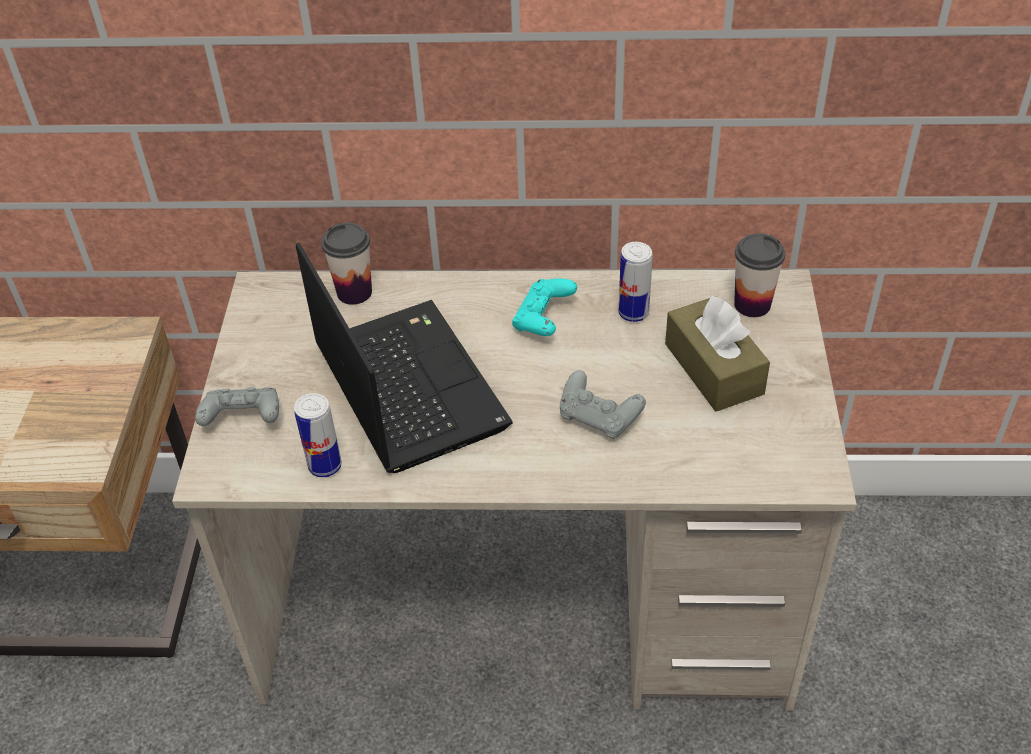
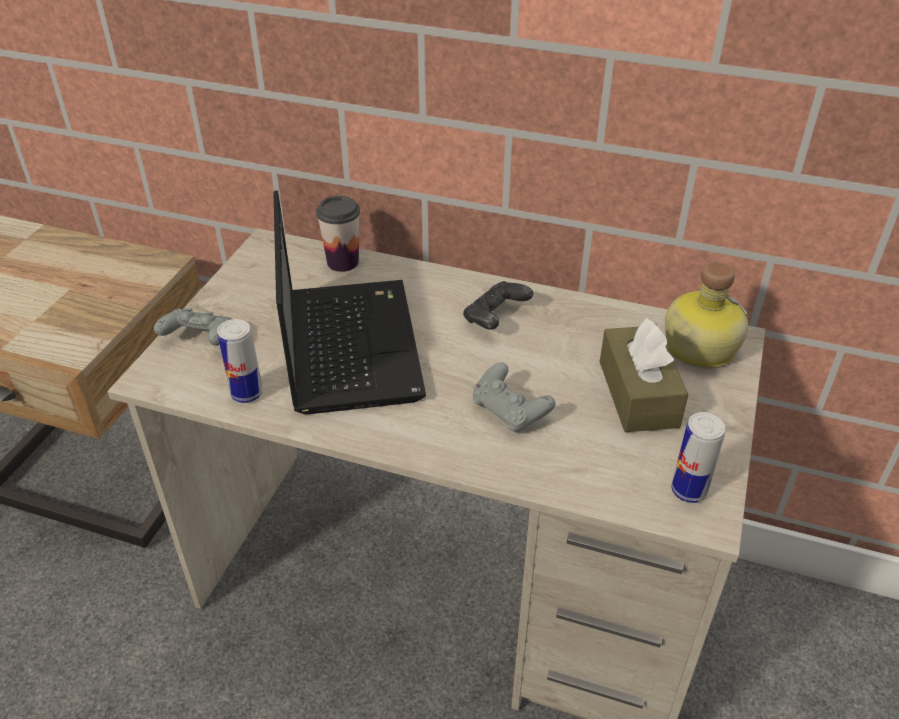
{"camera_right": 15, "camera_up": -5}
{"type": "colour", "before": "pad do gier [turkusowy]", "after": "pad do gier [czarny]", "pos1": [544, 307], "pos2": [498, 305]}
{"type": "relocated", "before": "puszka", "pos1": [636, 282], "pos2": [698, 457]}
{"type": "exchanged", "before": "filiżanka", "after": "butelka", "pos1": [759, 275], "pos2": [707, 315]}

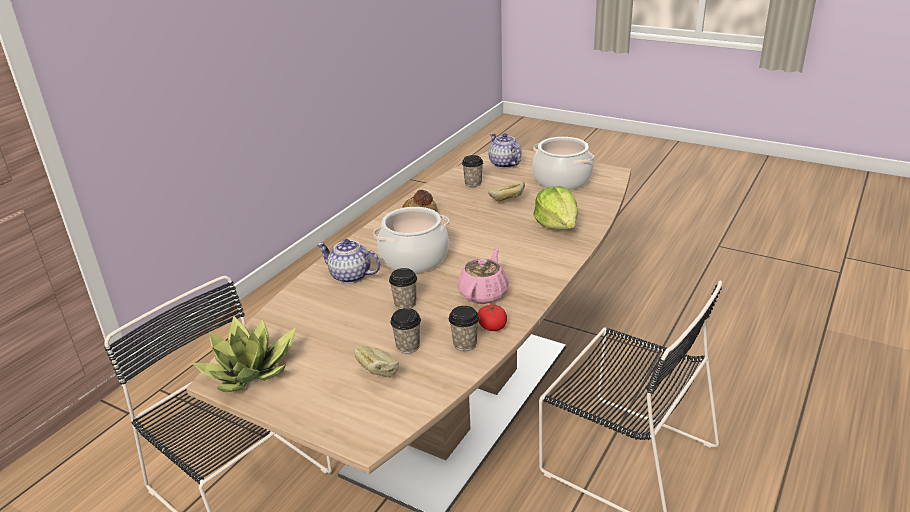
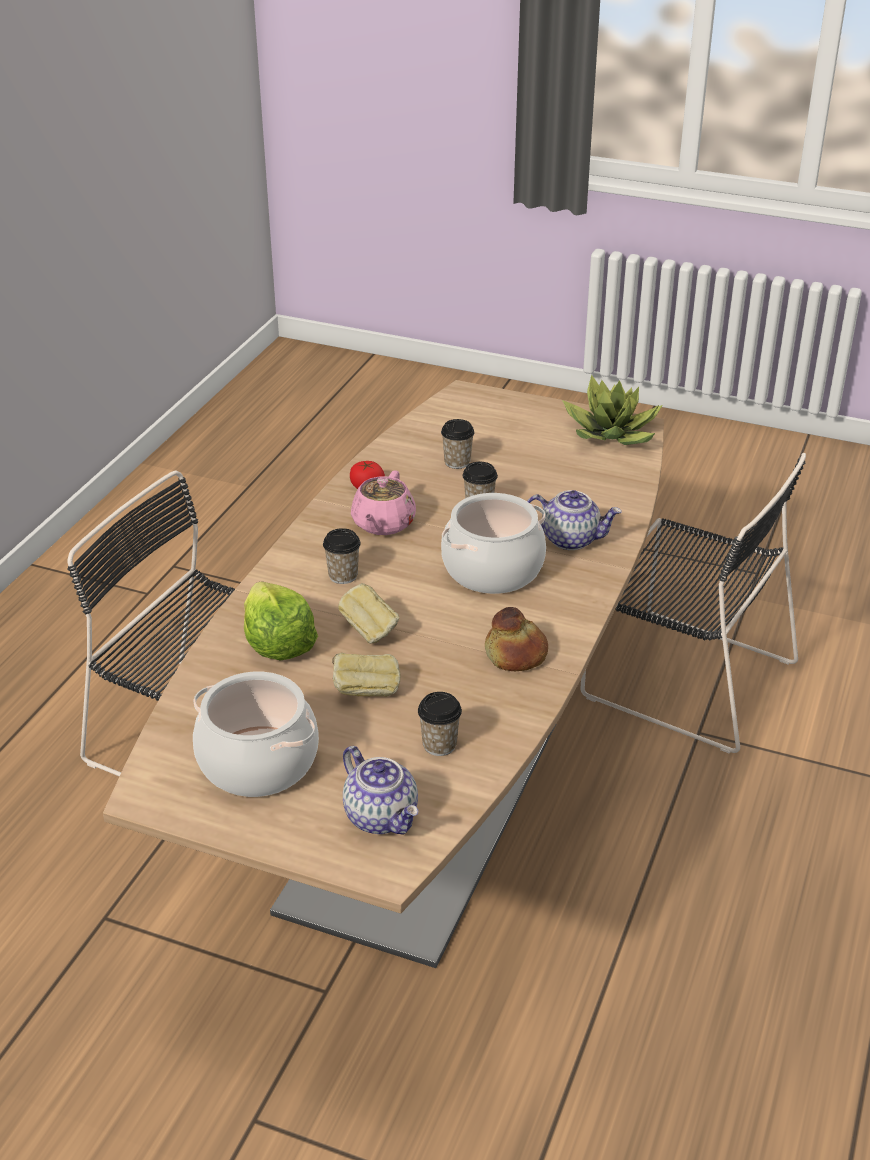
{"camera_right": 170, "camera_up": 5}
{"type": "relocated", "before": "chleb", "pos1": [376, 361], "pos2": [368, 613]}
{"type": "relocated", "before": "filiżanka", "pos1": [464, 328], "pos2": [342, 556]}

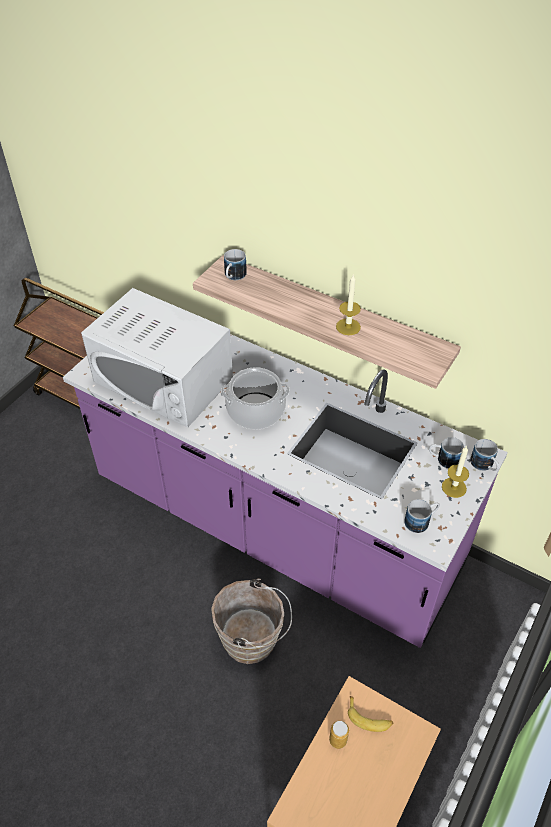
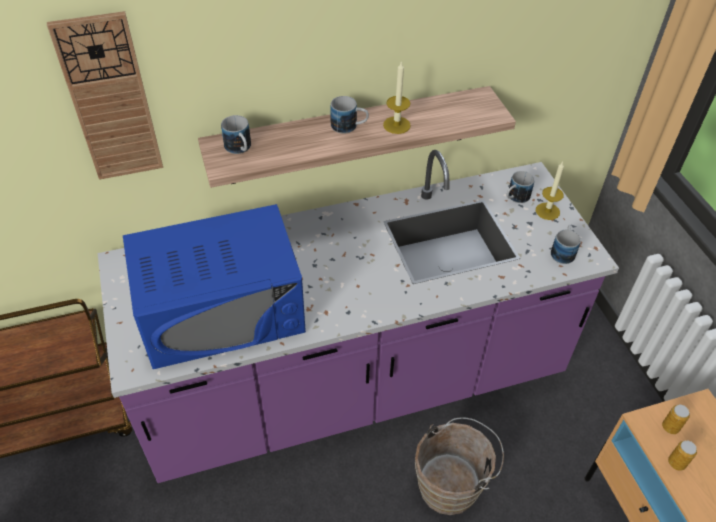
{"camera_right": -50, "camera_up": 0}
{"type": "colour", "before": "mikrofalówka [biały]", "after": "mikrofalówka [niebieski]", "pos1": [157, 357], "pos2": [214, 286]}
{"type": "missing", "before": "garnek", "pos1": [255, 398]}
{"type": "exchanged", "before": "banan", "after": "puszka", "pos1": [370, 714], "pos2": [676, 419]}
{"type": "relocated", "before": "kubek", "pos1": [484, 455], "pos2": [350, 115]}
{"type": "appeared", "after": "zegar ścienny", "pos2": [105, 95]}

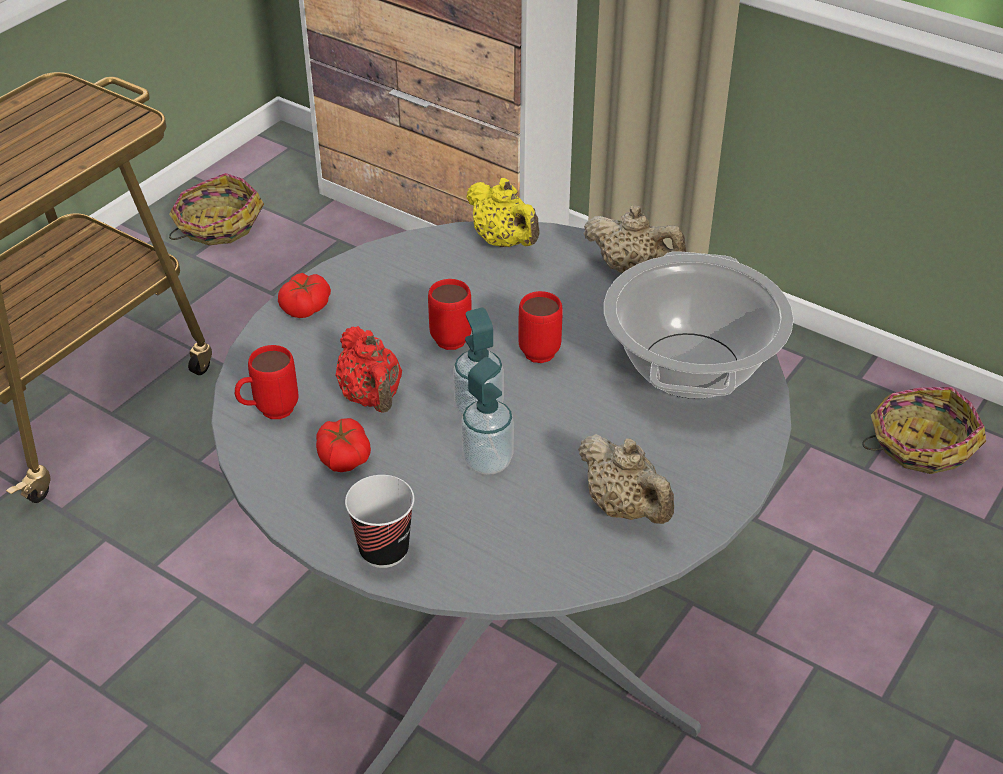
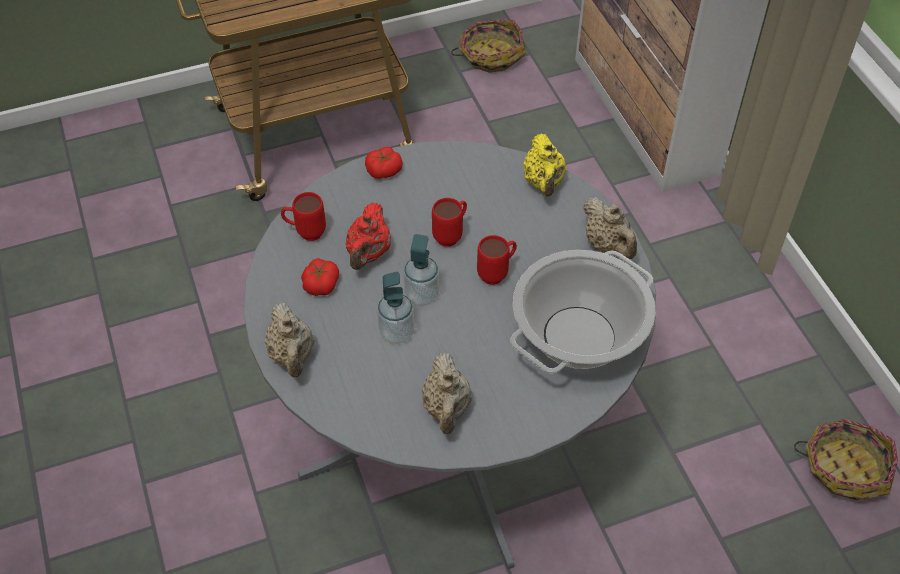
{"camera_right": 35, "camera_up": 10}
{"type": "exchanged", "before": "filiżanka", "after": "imbryk [beżowy]", "pos1": [379, 521], "pos2": [289, 340]}

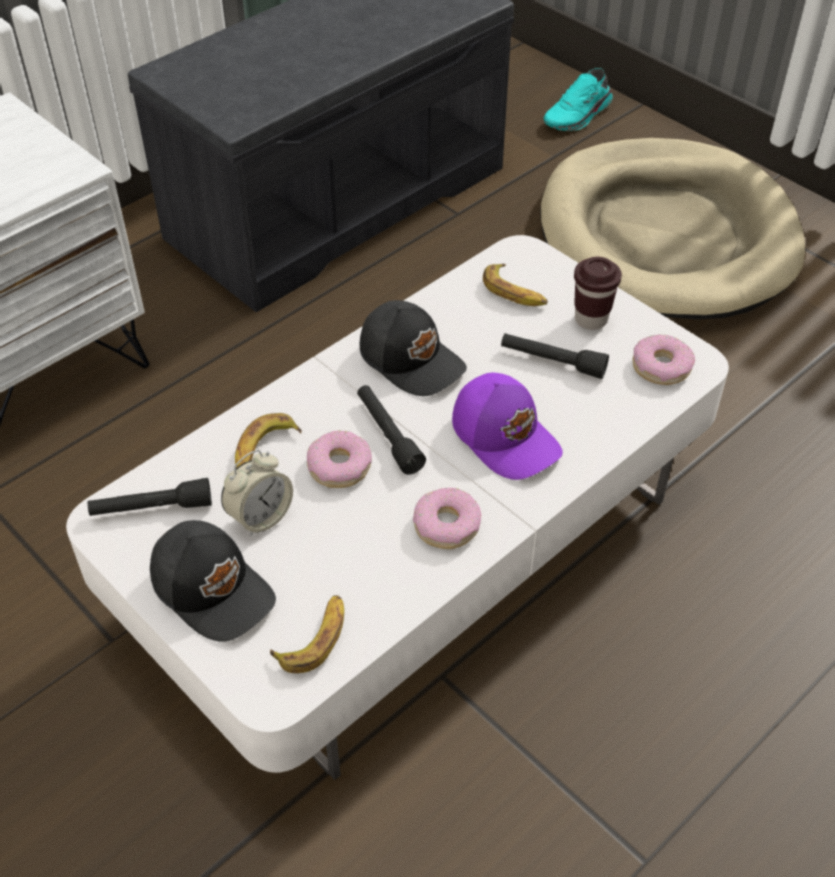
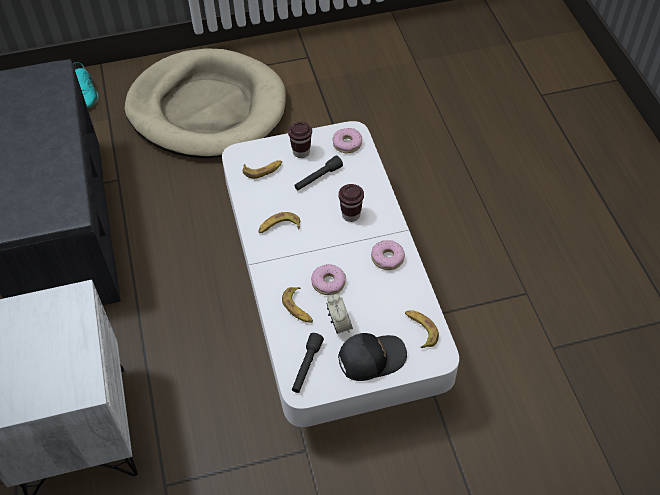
{"camera_right": -60, "camera_up": 5}
{"type": "missing", "before": "latarka [czarny]", "pos1": [391, 430]}
{"type": "exchanged", "before": "czapka z daszkiem [czarny]", "after": "banan", "pos1": [413, 348], "pos2": [279, 223]}
{"type": "exchanged", "before": "czapka z daszkiem [fioletowy]", "after": "filiżanka [brązowy]", "pos1": [507, 426], "pos2": [351, 203]}

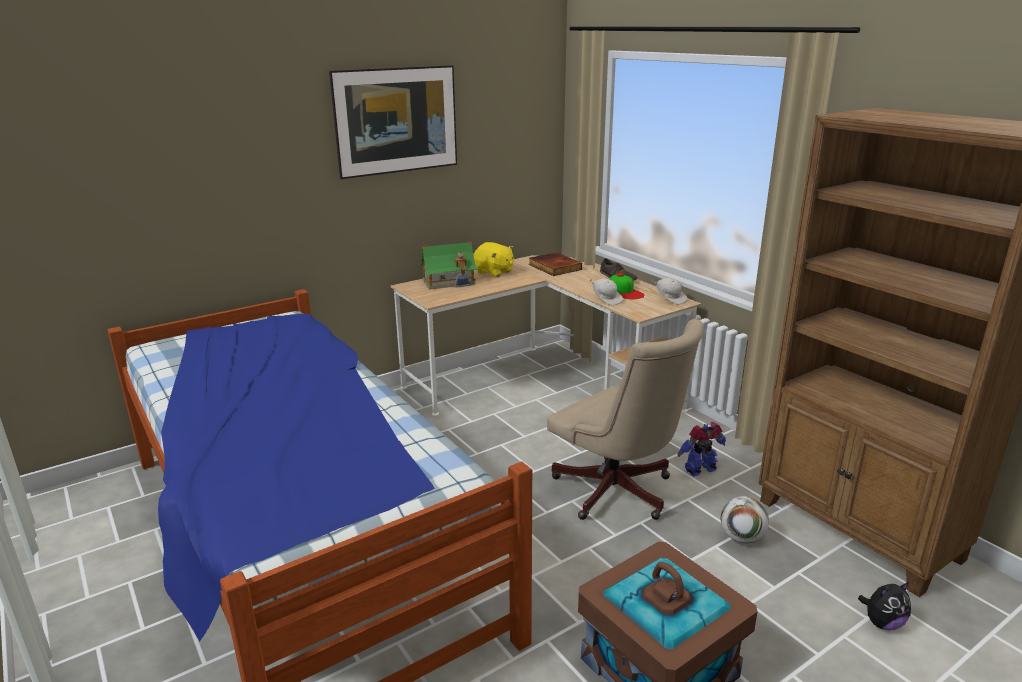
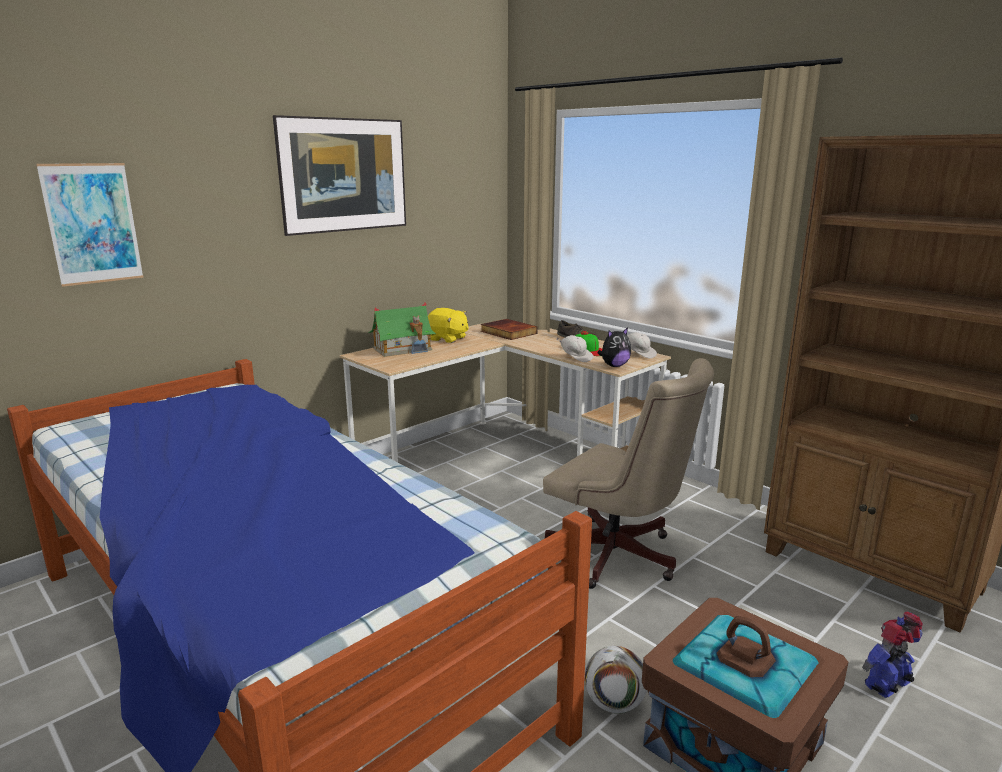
{"camera_right": -10, "camera_up": -5}
{"type": "relocated", "before": "robot zabawkowy", "pos1": [701, 449], "pos2": [892, 655]}
{"type": "relocated", "before": "piłka futbolowa", "pos1": [745, 519], "pos2": [616, 680]}
{"type": "relocated", "before": "pluszak", "pos1": [884, 606], "pos2": [614, 347]}
{"type": "appeared", "after": "obraz", "pos2": [90, 225]}

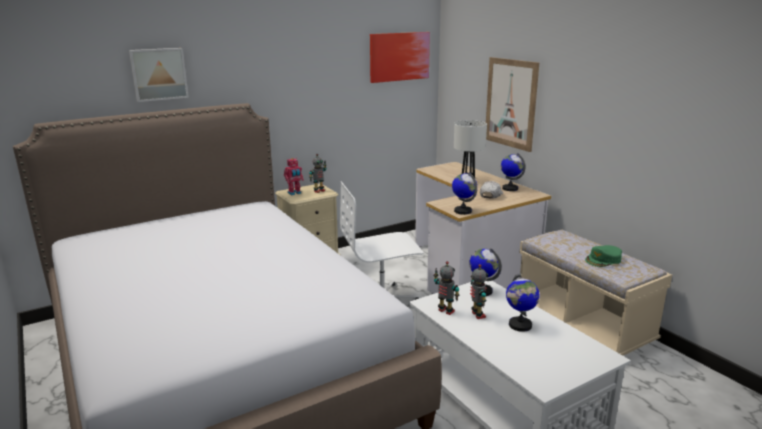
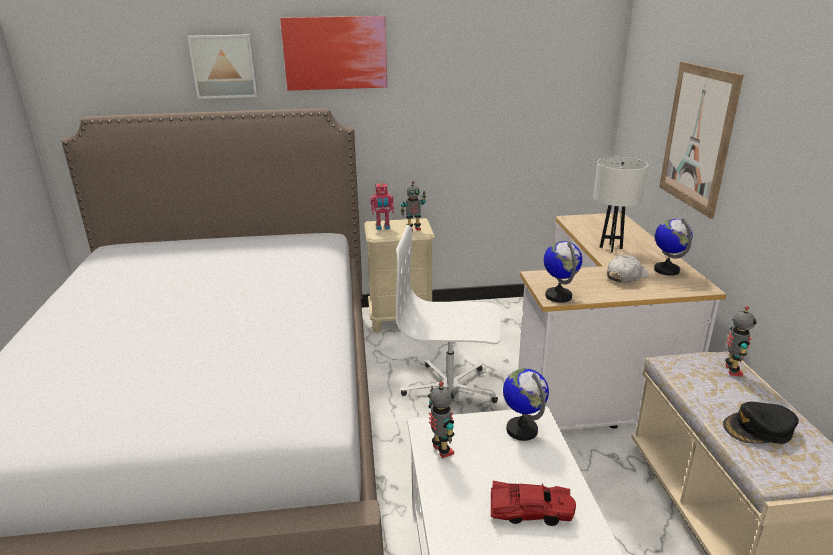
{"camera_right": 25, "camera_up": 5}
{"type": "relocated", "before": "obraz", "pos1": [400, 57], "pos2": [333, 53]}
{"type": "relocated", "before": "robot zabawkowy", "pos1": [479, 291], "pos2": [741, 341]}
{"type": "exchanged", "before": "globus", "after": "samochodzik [czerwony]", "pos1": [523, 302], "pos2": [533, 503]}
{"type": "colour", "before": "czapka z daszkiem [zielony]", "after": "czapka z daszkiem [czarny]", "pos1": [603, 256], "pos2": [761, 423]}

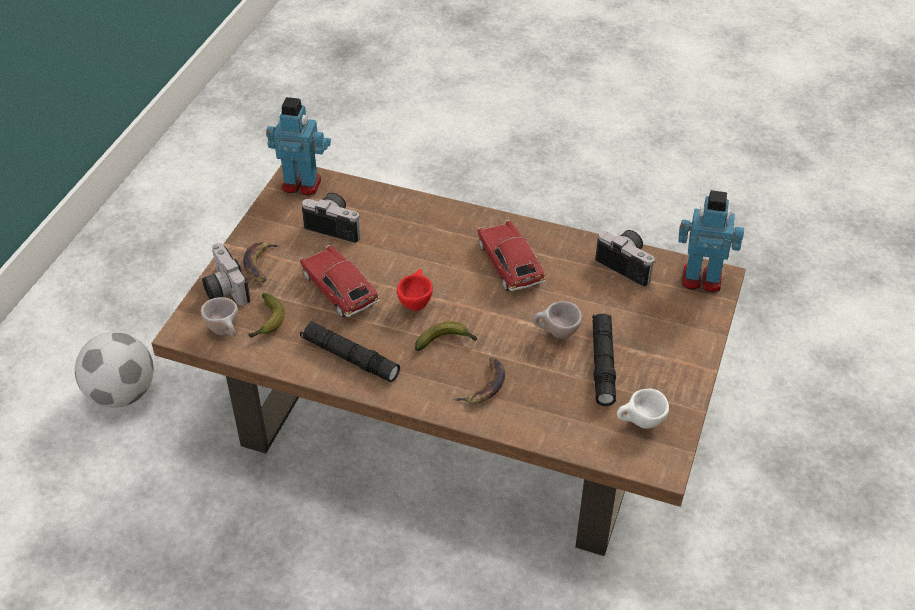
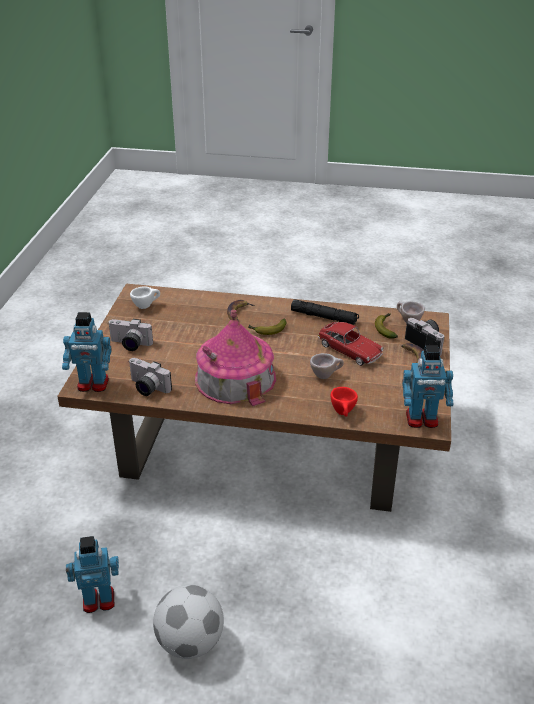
{"camera_right": 170, "camera_up": -10}
{"type": "relocated", "before": "piłka futbolowa", "pos1": [114, 370], "pos2": [188, 622]}
{"type": "relocated", "before": "aparat fotograficzny", "pos1": [331, 218], "pos2": [130, 335]}
{"type": "relocated", "before": "filiżanka [czerwony]", "pos1": [415, 290], "pos2": [344, 402]}
{"type": "exchanged", "before": "samochodzik", "after": "domek", "pos1": [511, 255], "pos2": [235, 358]}
{"type": "relocated", "before": "filiżanka [beżowy]", "pos1": [557, 320], "pos2": [327, 366]}
{"type": "missing", "before": "latarka [czarny]", "pos1": [604, 359]}
{"type": "appeared", "after": "robot zabawkowy", "pos2": [92, 574]}

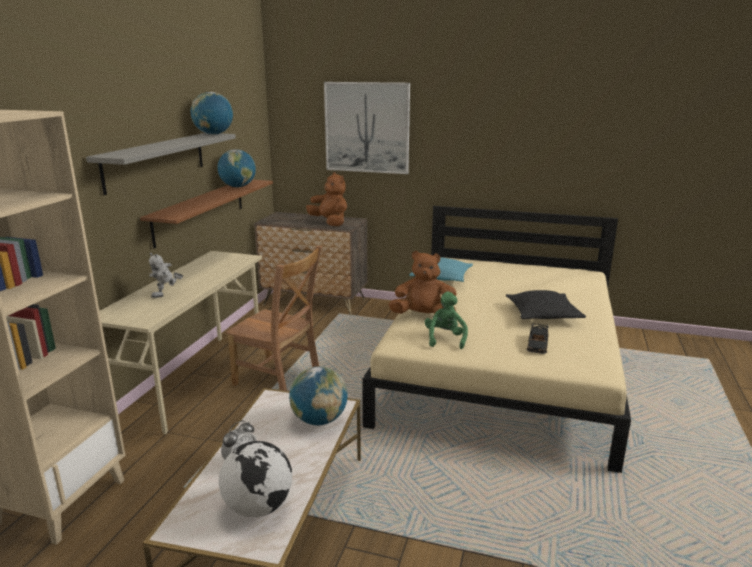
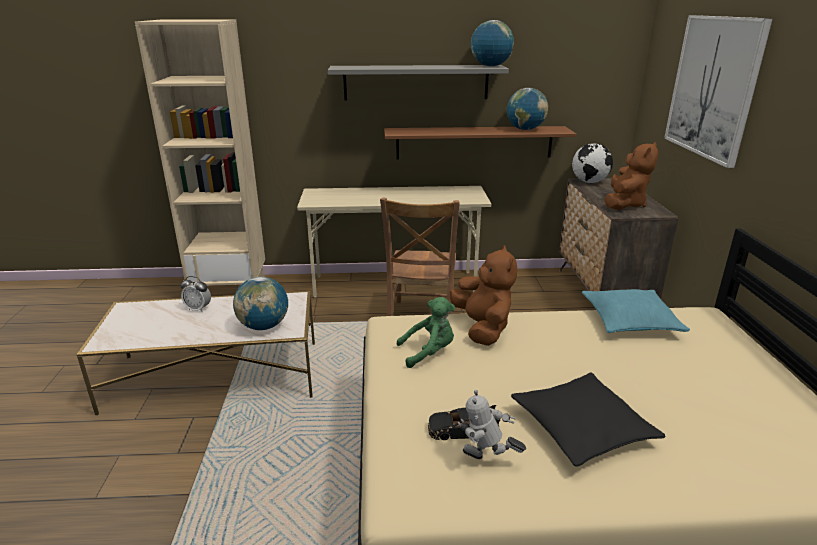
{"camera_right": 70, "camera_up": 5}
{"type": "relocated", "before": "robot zabawkowy", "pos1": [166, 275], "pos2": [491, 424]}
{"type": "relocated", "before": "globus", "pos1": [255, 479], "pos2": [592, 163]}

